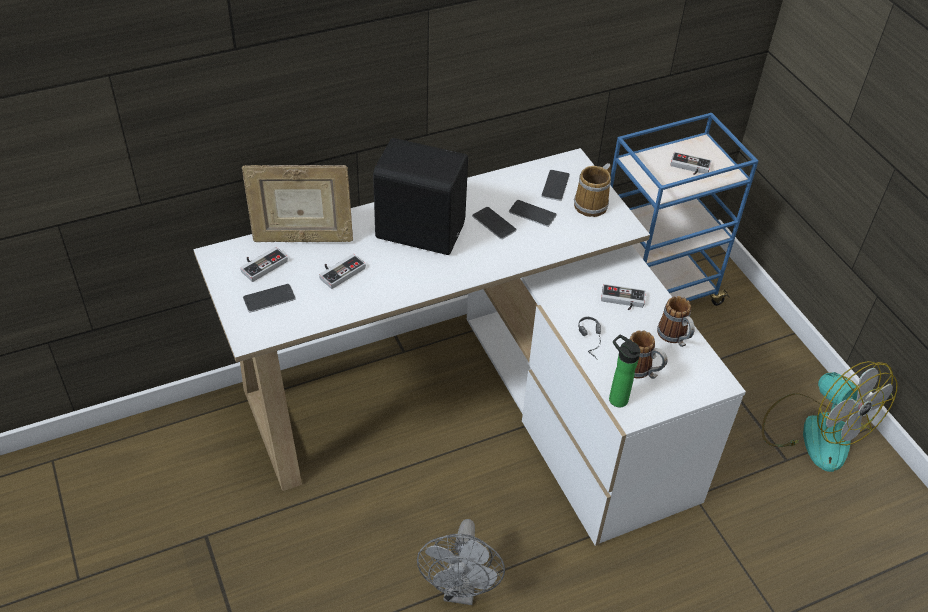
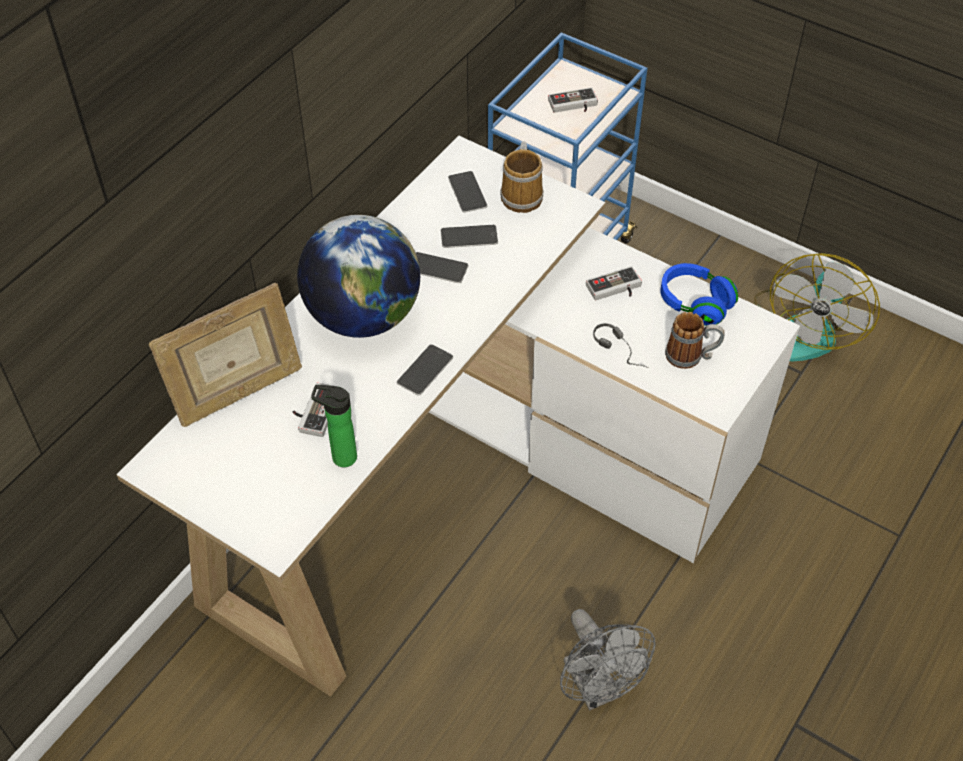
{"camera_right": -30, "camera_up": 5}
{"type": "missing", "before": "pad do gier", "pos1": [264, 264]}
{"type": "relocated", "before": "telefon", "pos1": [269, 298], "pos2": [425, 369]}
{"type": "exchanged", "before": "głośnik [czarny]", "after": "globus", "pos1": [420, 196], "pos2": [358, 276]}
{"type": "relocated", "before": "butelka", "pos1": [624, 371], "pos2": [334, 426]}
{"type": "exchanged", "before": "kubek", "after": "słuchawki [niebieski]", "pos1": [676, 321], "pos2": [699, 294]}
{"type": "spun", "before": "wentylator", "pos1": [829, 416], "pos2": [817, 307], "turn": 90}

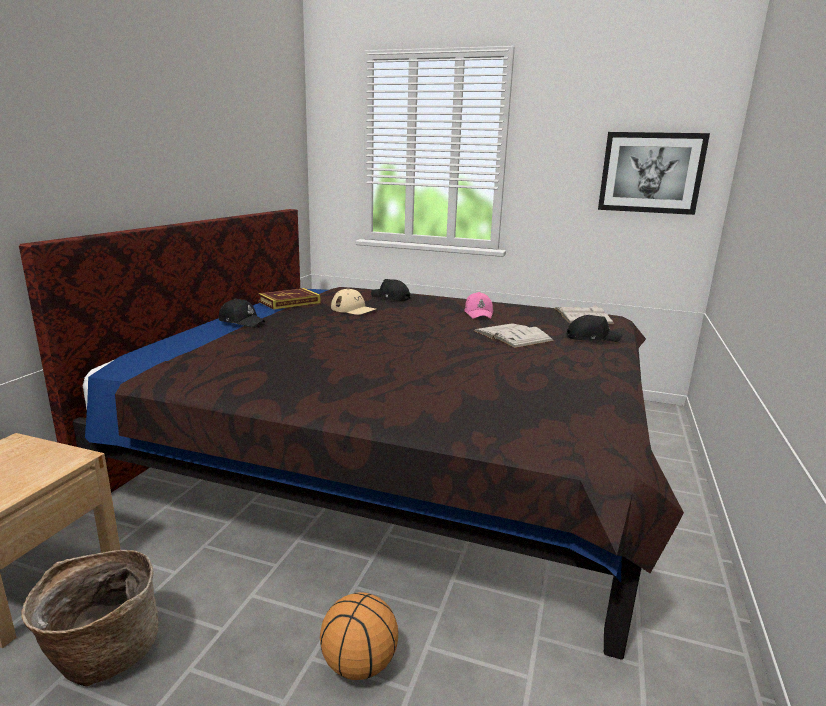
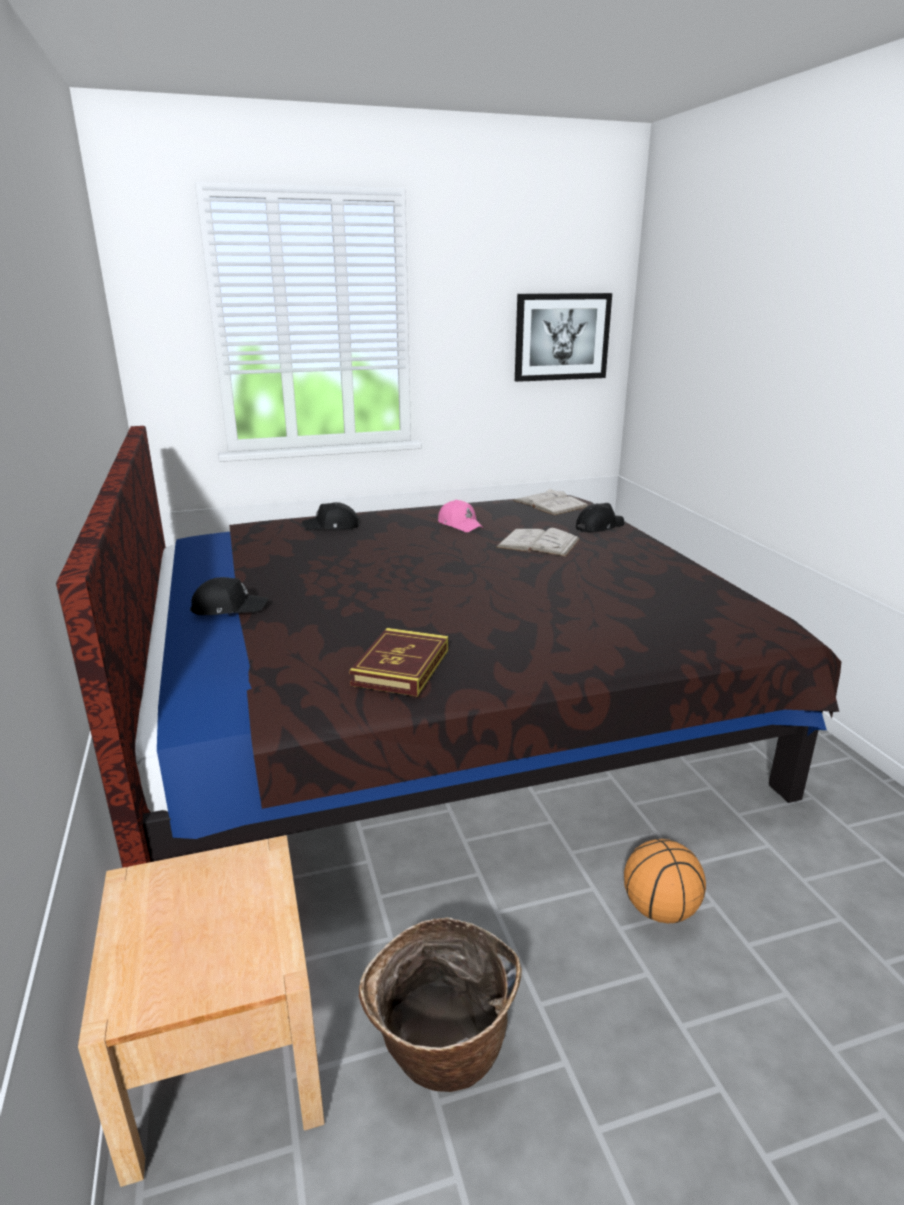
{"camera_right": -35, "camera_up": 5}
{"type": "relocated", "before": "książka", "pos1": [289, 299], "pos2": [398, 662]}
{"type": "missing", "before": "czapka z daszkiem [beżowy]", "pos1": [353, 302]}

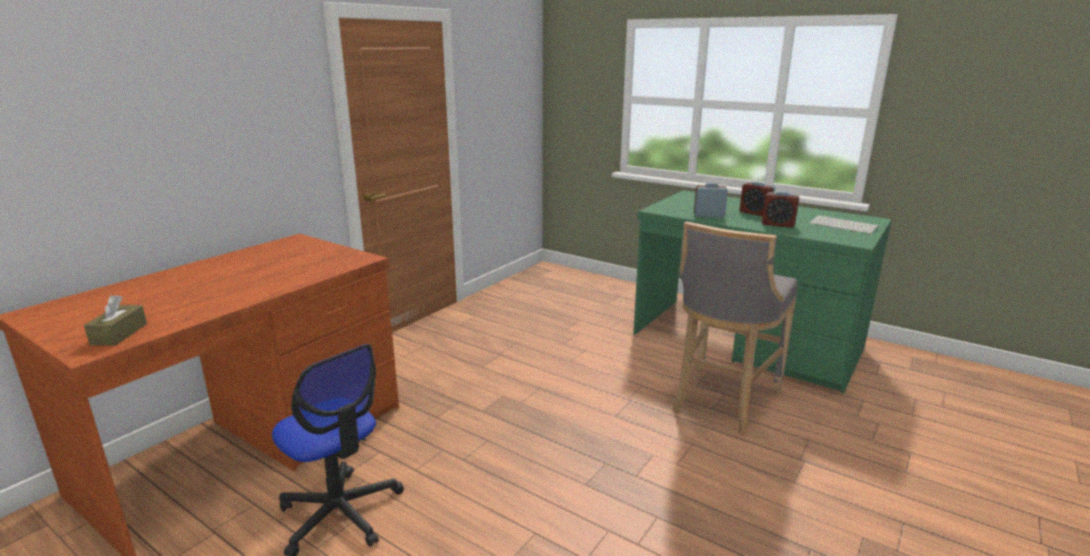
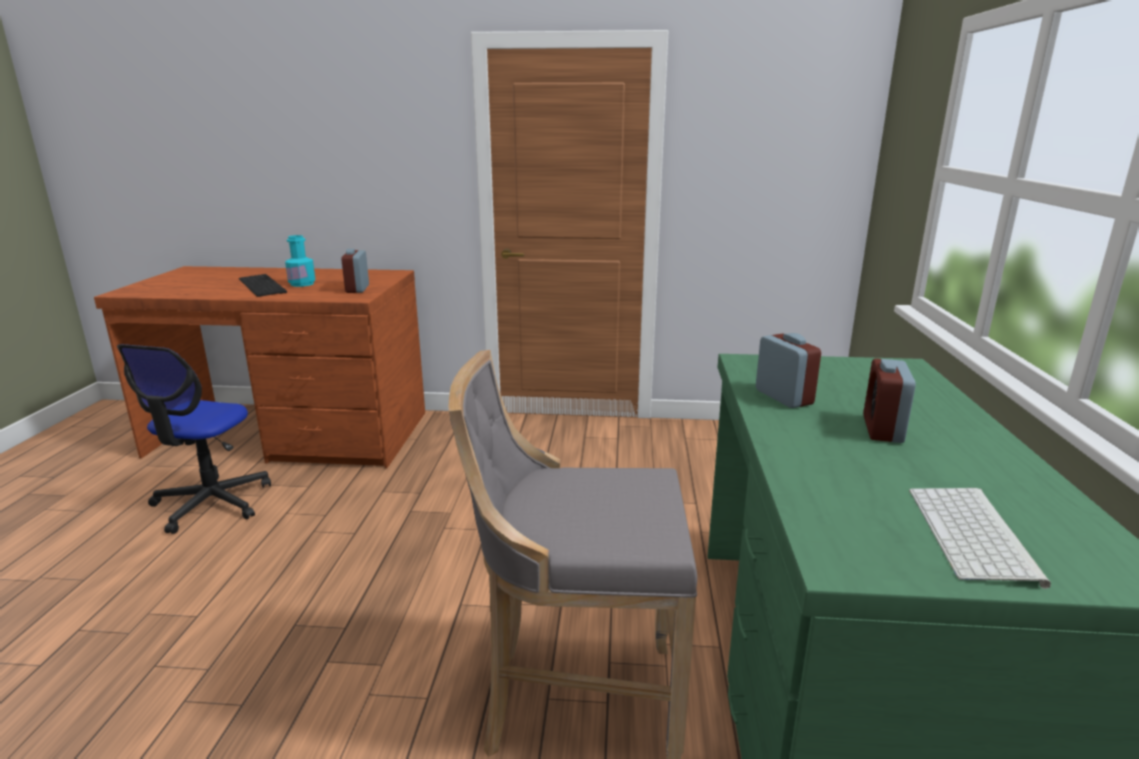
{"camera_right": 60, "camera_up": 0}
{"type": "missing", "before": "pudełko chusteczek [brązowy]", "pos1": [115, 320]}
{"type": "relocated", "before": "budzik", "pos1": [780, 209], "pos2": [355, 271]}
{"type": "appeared", "after": "klawiatura", "pos2": [263, 285]}
{"type": "appeared", "after": "butelka [turkusowy]", "pos2": [300, 261]}

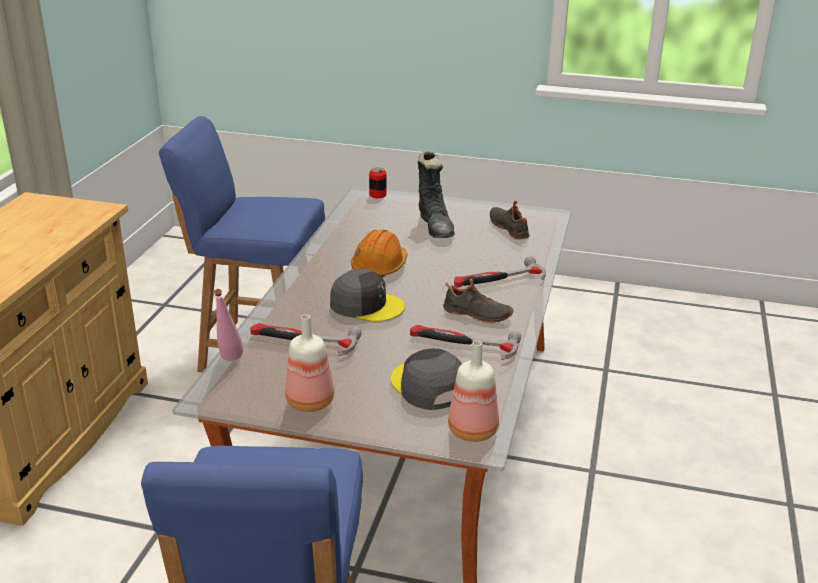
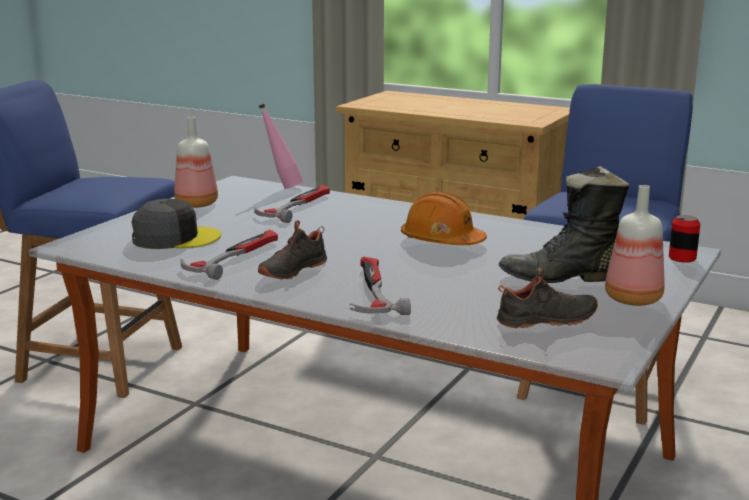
{"camera_right": 105, "camera_up": -10}
{"type": "missing", "before": "czapka z daszkiem [szary]", "pos1": [367, 295]}
{"type": "relocated", "before": "butelka", "pos1": [473, 391], "pos2": [635, 245]}

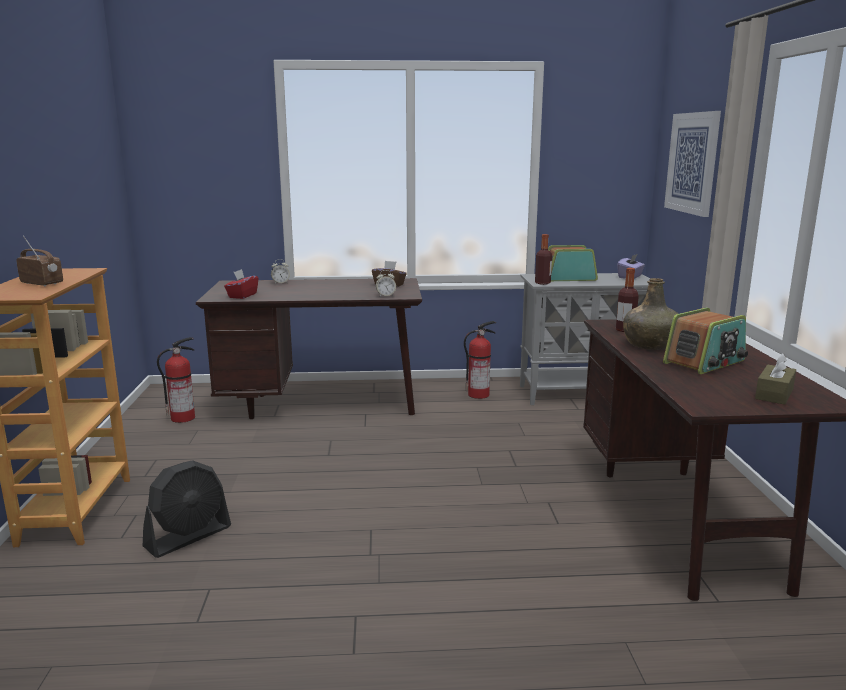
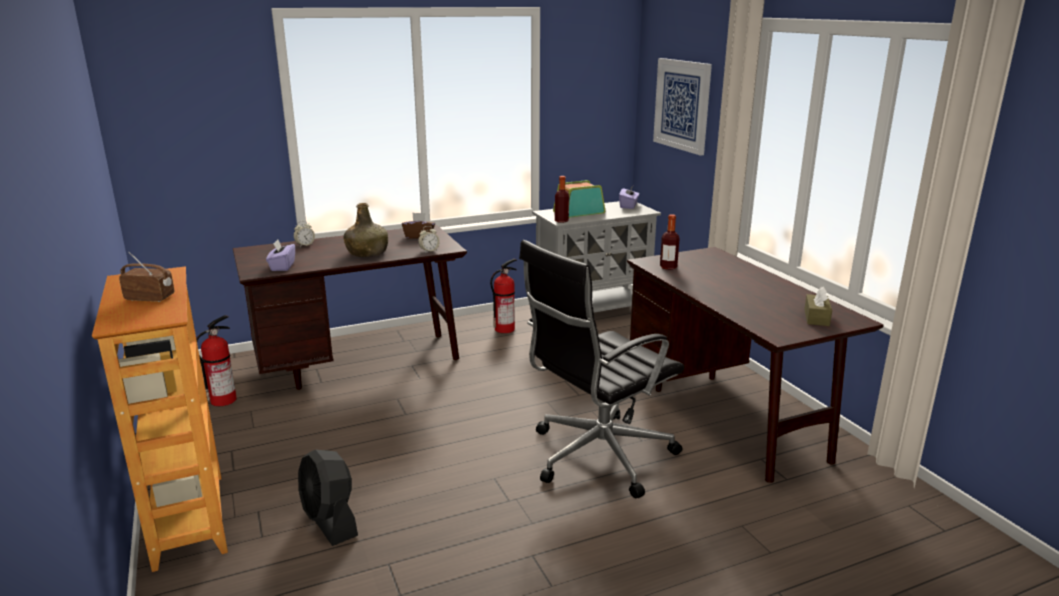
{"camera_right": -20, "camera_up": 5}
{"type": "spun", "before": "wentylator [czarny]", "pos1": [187, 509], "pos2": [328, 498], "turn": 120}
{"type": "colour", "before": "pudełko chusteczek [czerwony]", "after": "pudełko chusteczek [fioletowy]", "pos1": [241, 284], "pos2": [280, 255]}
{"type": "relocated", "before": "butelka [zielony]", "pos1": [650, 314], "pos2": [366, 230]}
{"type": "missing", "before": "radio", "pos1": [705, 341]}
{"type": "appeared", "after": "krzesło biurowe [czarny]", "pos2": [601, 369]}

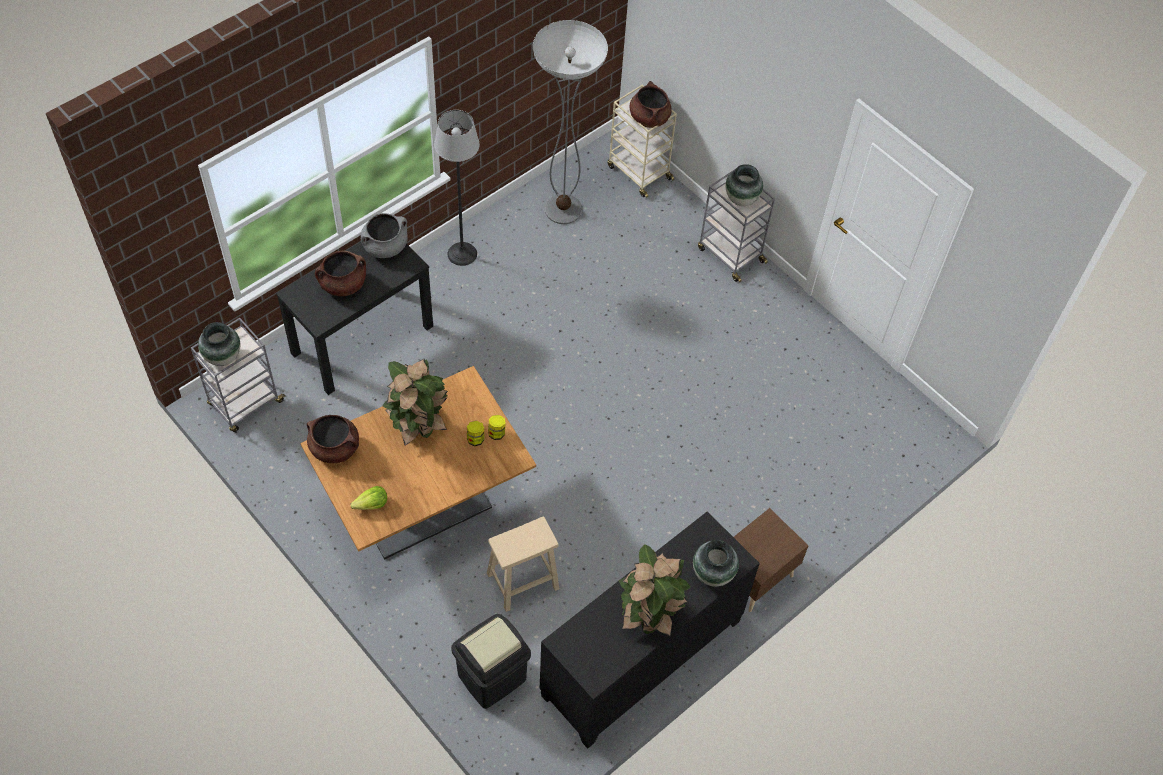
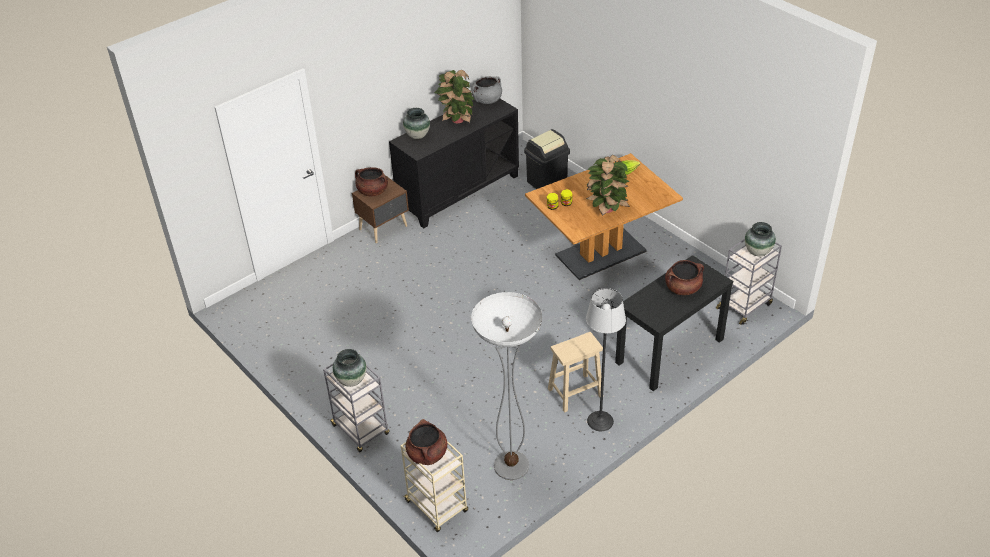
{"camera_right": -175, "camera_up": -15}
{"type": "relocated", "before": "garnek [brązowy]", "pos1": [333, 439], "pos2": [371, 181]}
{"type": "relocated", "before": "garnek [szary]", "pos1": [384, 235], "pos2": [486, 90]}
{"type": "relocated", "before": "stołek [beżowy]", "pos1": [523, 564], "pos2": [575, 372]}

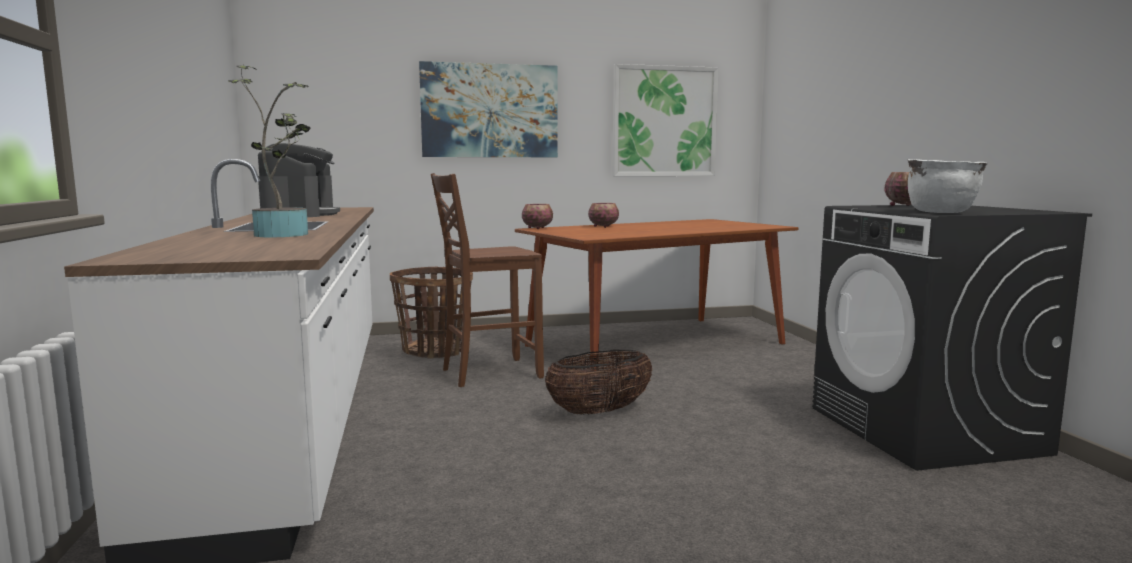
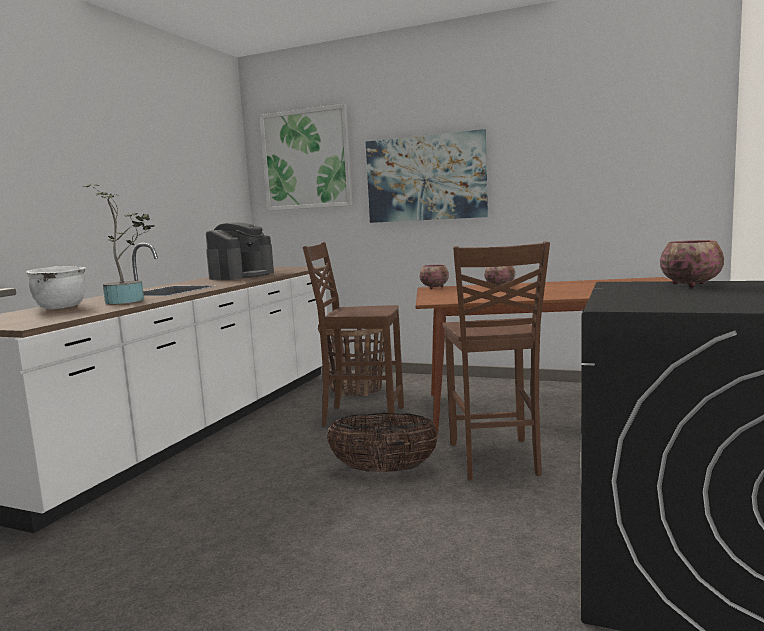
{"camera_right": 35, "camera_up": 0}
{"type": "relocated", "before": "obraz", "pos1": [666, 120], "pos2": [306, 157]}
{"type": "relocated", "before": "garnek [biały]", "pos1": [947, 186], "pos2": [56, 287]}
{"type": "appeared", "after": "krzesło [brązowy]", "pos2": [496, 360]}

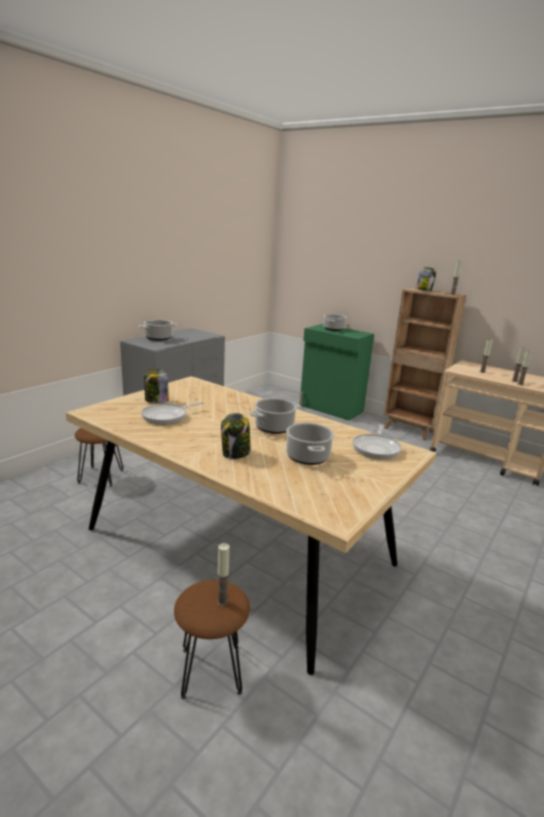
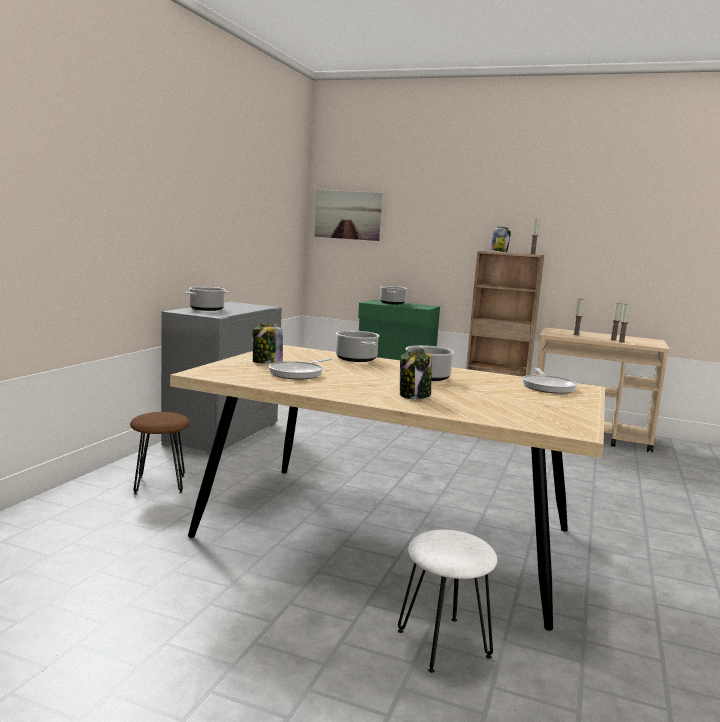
{"camera_right": -15, "camera_up": -10}
{"type": "colour", "before": "stołek [brązowy]", "after": "stołek [biały]", "pos1": [212, 640], "pos2": [447, 601]}
{"type": "missing", "before": "świeca", "pos1": [223, 574]}
{"type": "relocated", "before": "garnek", "pos1": [310, 444], "pos2": [358, 346]}
{"type": "appeared", "after": "obraz", "pos2": [348, 215]}

